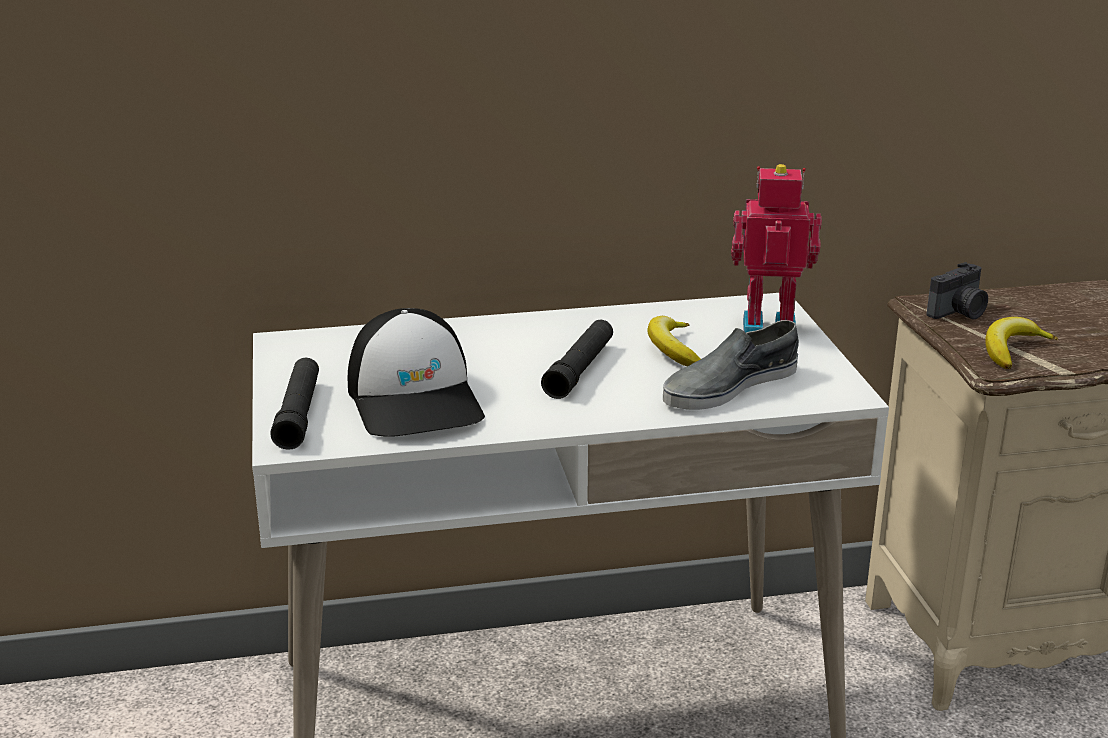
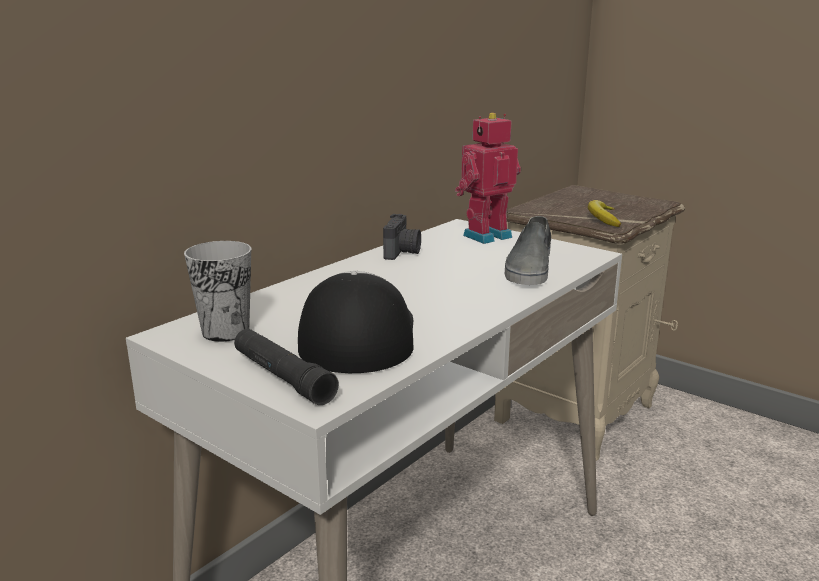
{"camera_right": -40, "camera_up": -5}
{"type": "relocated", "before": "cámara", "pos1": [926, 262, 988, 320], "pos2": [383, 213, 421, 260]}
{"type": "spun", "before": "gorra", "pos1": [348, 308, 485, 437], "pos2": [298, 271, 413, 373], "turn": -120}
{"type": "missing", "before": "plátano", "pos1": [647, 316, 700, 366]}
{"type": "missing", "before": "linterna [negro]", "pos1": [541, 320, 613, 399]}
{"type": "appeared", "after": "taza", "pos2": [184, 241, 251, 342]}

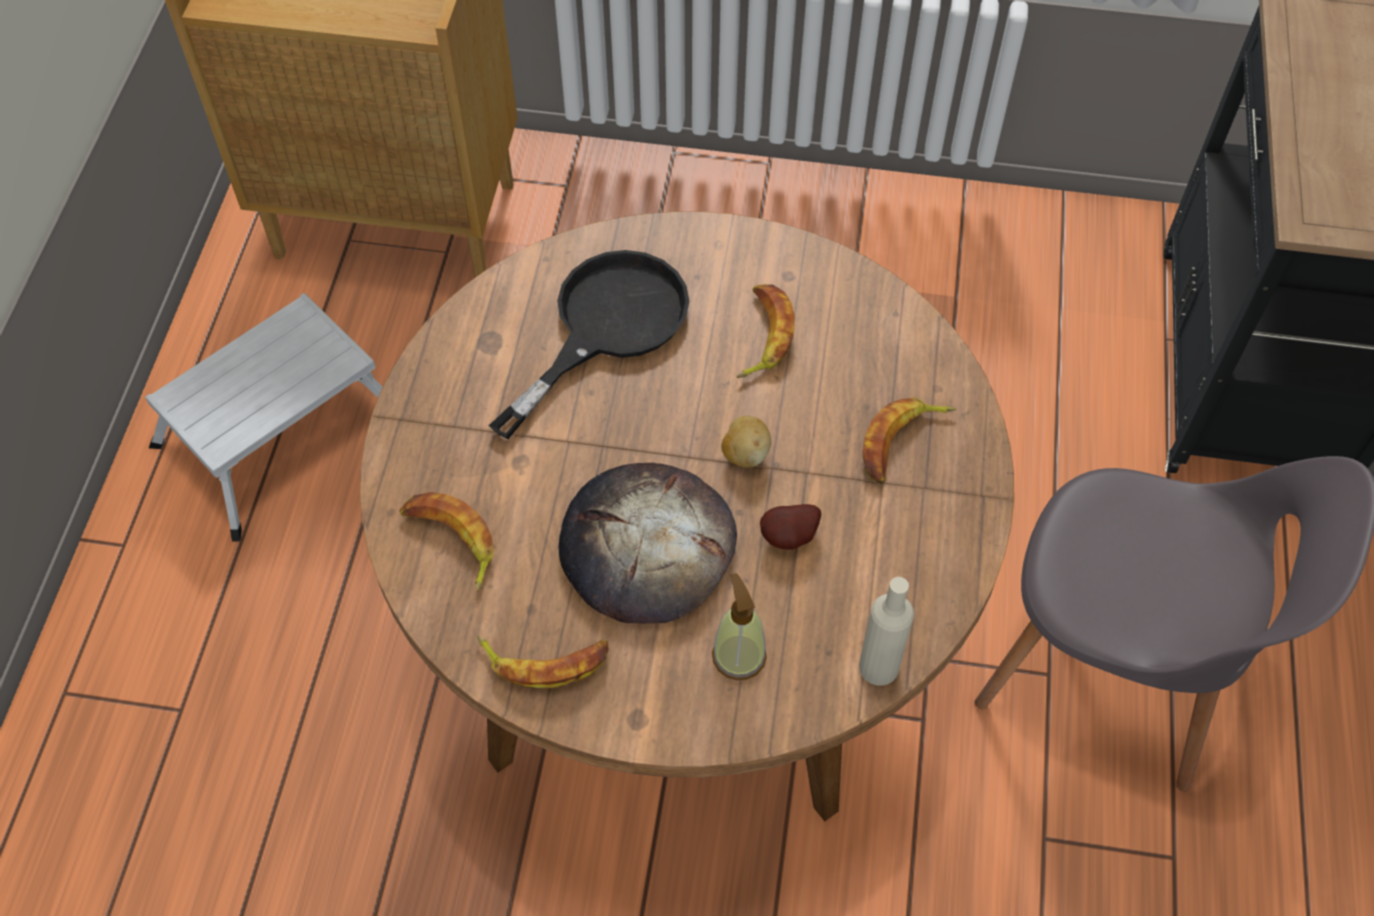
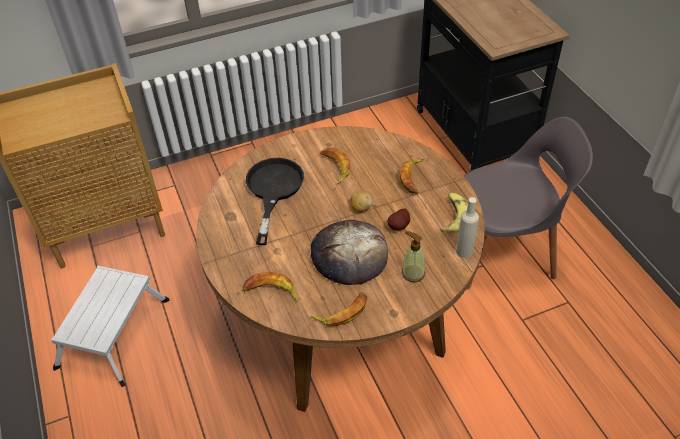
{"camera_right": -30, "camera_up": -10}
{"type": "appeared", "after": "plátano", "pos2": [440, 193, 468, 232]}

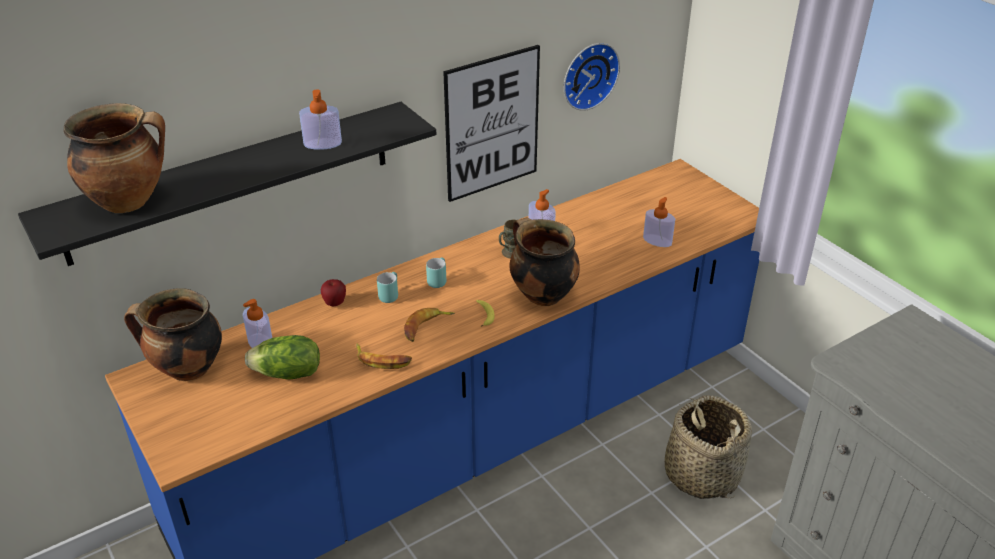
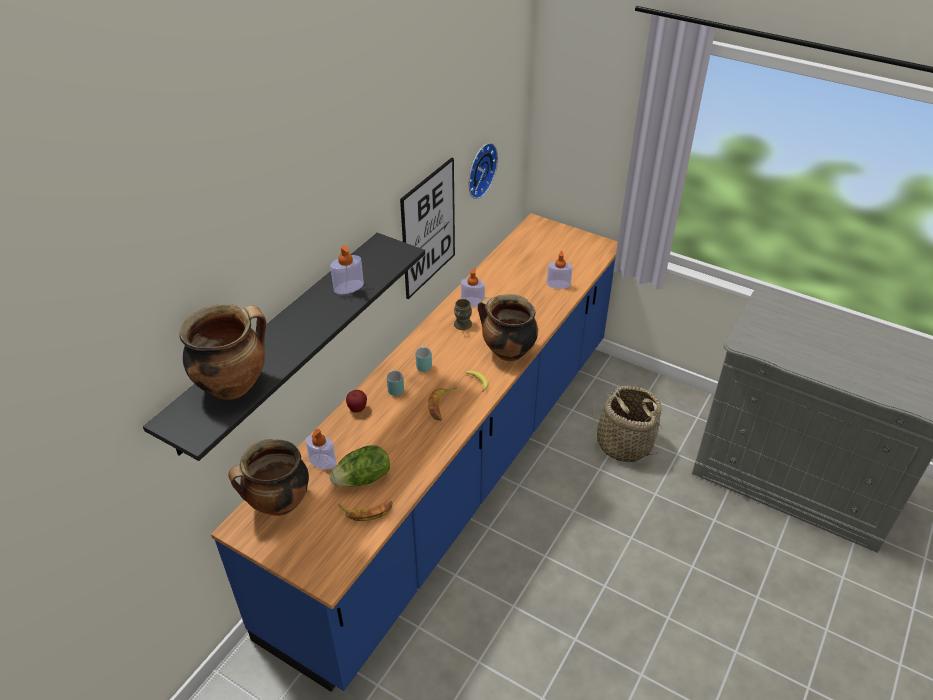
{"camera_right": -25, "camera_up": 5}
{"type": "relocated", "before": "plátano", "pos1": [356, 343, 412, 369], "pos2": [338, 500, 393, 521]}

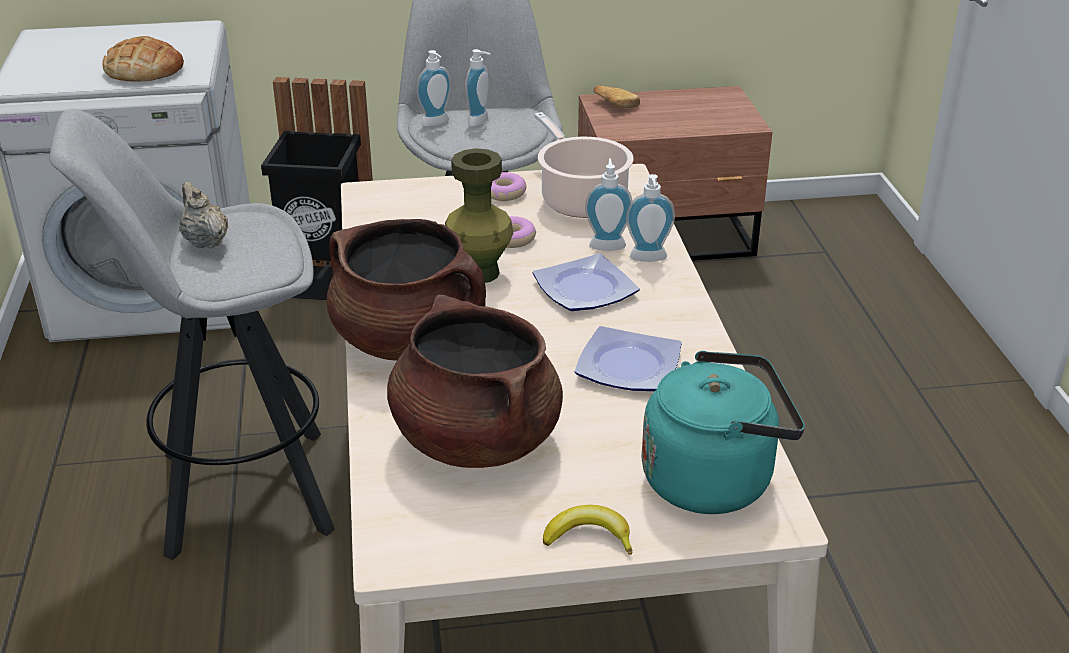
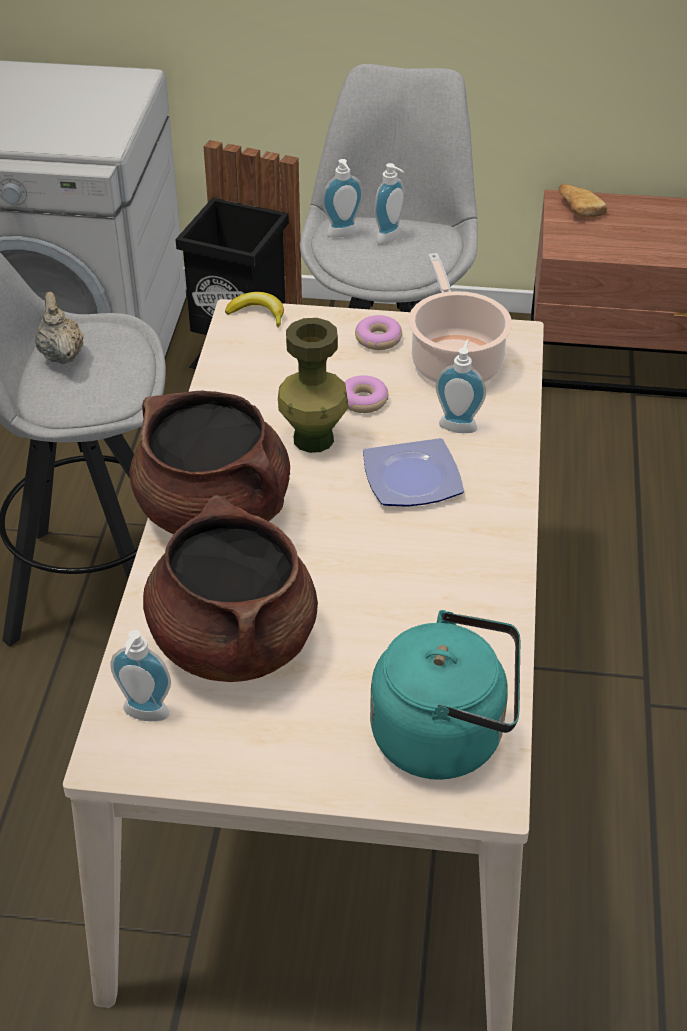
{"camera_right": 15, "camera_up": 10}
{"type": "missing", "before": "pan", "pos1": [102, 36, 184, 82]}
{"type": "relocated", "before": "dispensador de jabón", "pos1": [626, 174, 675, 262], "pos2": [110, 630, 171, 721]}
{"type": "missing", "before": "plato", "pos1": [575, 326, 682, 391]}
{"type": "relocated", "before": "plátano", "pos1": [543, 505, 632, 555], "pos2": [225, 292, 284, 328]}

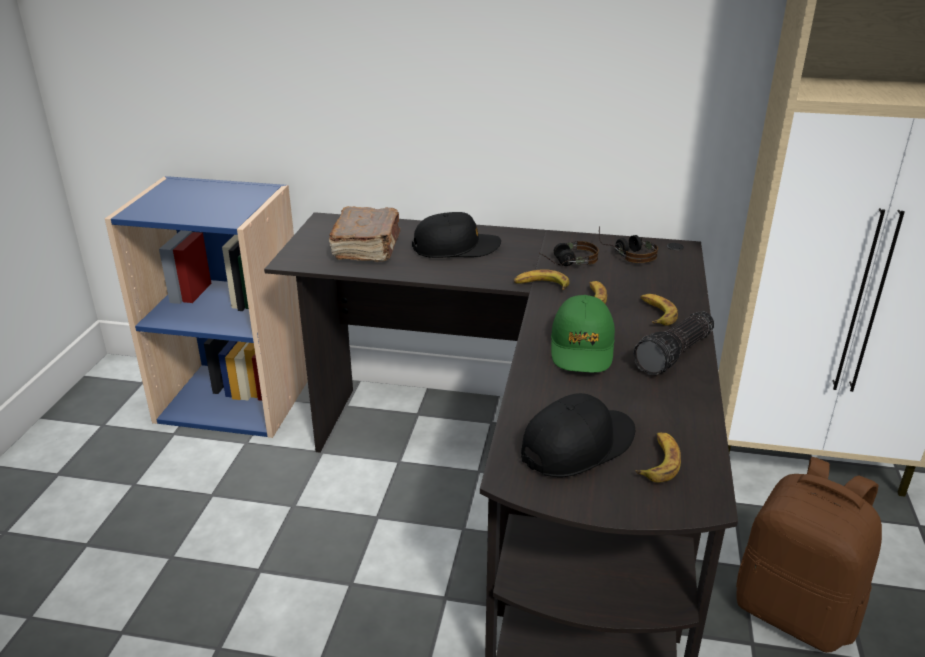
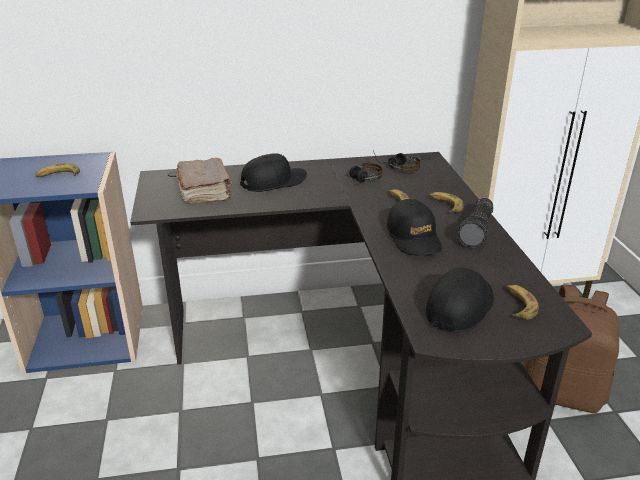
{"camera_right": -20, "camera_up": 0}
{"type": "relocated", "before": "plátano", "pos1": [514, 269, 570, 290], "pos2": [35, 163, 80, 177]}
{"type": "colour", "before": "gorra [verde]", "after": "gorra [negro]", "pos1": [551, 295, 615, 372], "pos2": [387, 199, 442, 255]}

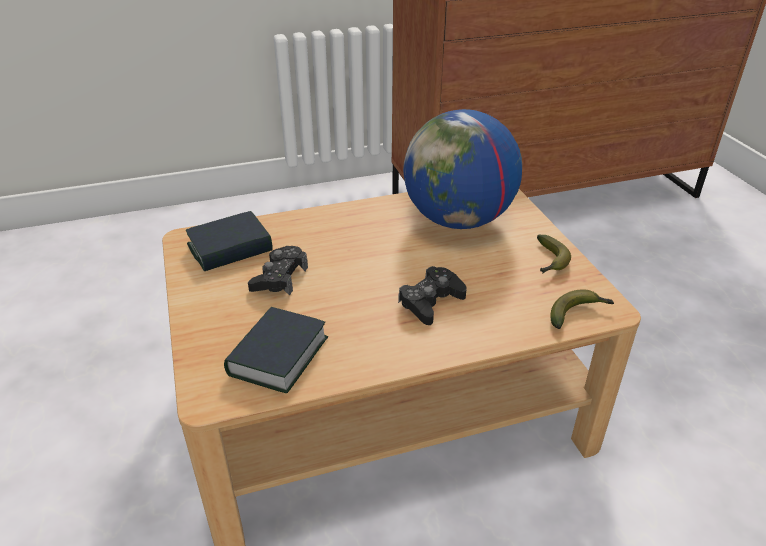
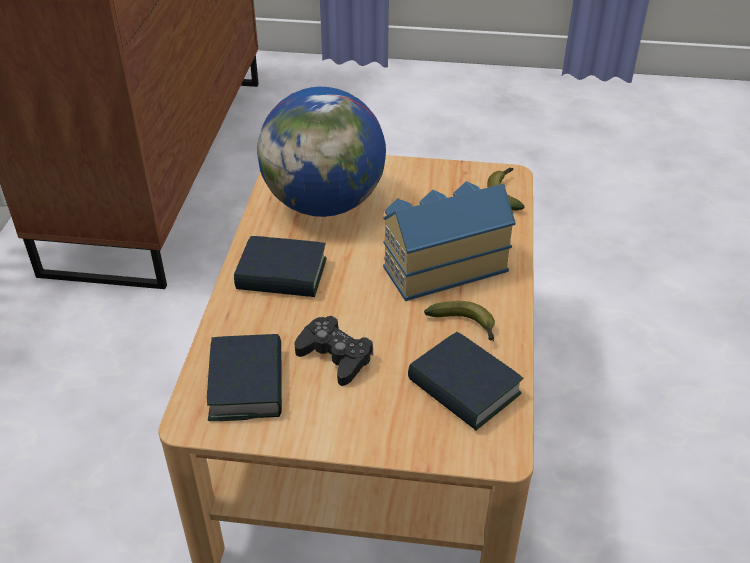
{"camera_right": -65, "camera_up": 5}
{"type": "relocated", "before": "plátano", "pos1": [537, 235, 571, 273], "pos2": [424, 301, 495, 341]}
{"type": "exchanged", "before": "mando de consola [negro]", "after": "casita", "pos1": [398, 266, 466, 325], "pos2": [383, 181, 516, 301]}
{"type": "appeared", "after": "libro", "pos2": [234, 236, 327, 297]}

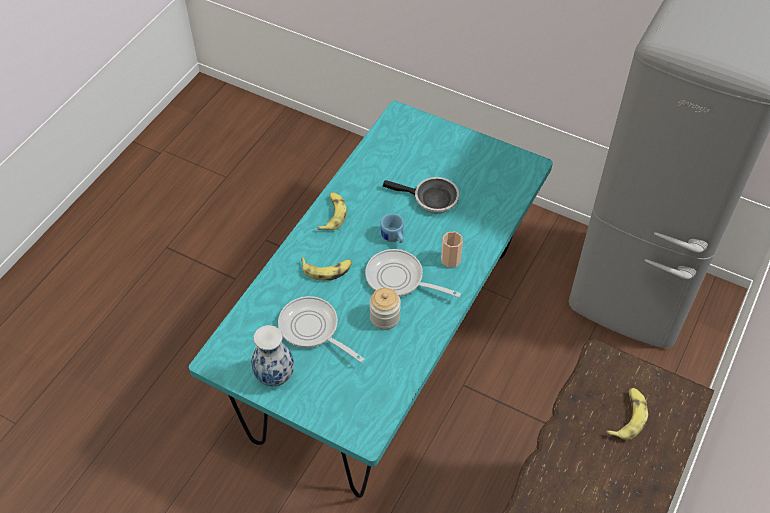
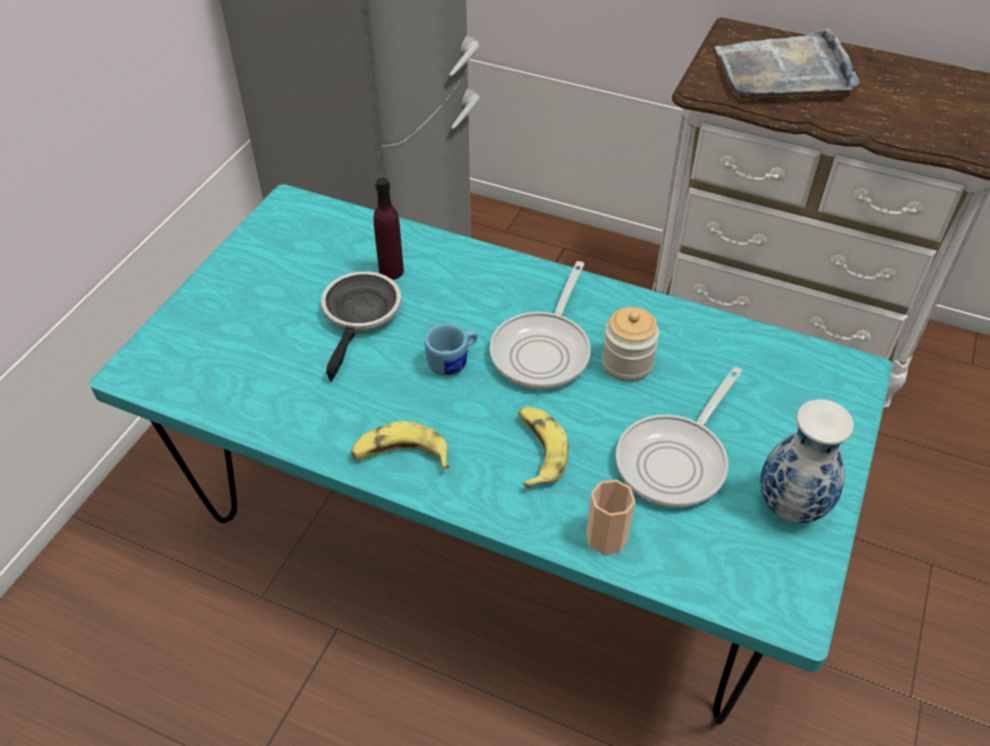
{"camera_right": -95, "camera_up": -5}
{"type": "relocated", "before": "taza", "pos1": [441, 232, 463, 268], "pos2": [586, 480, 635, 555]}
{"type": "exchanged", "before": "plátano", "after": "bandeja [gris]", "pos1": [606, 388, 648, 440], "pos2": [715, 28, 860, 99]}
{"type": "appeared", "after": "botella [morado]", "pos2": [373, 178, 404, 280]}

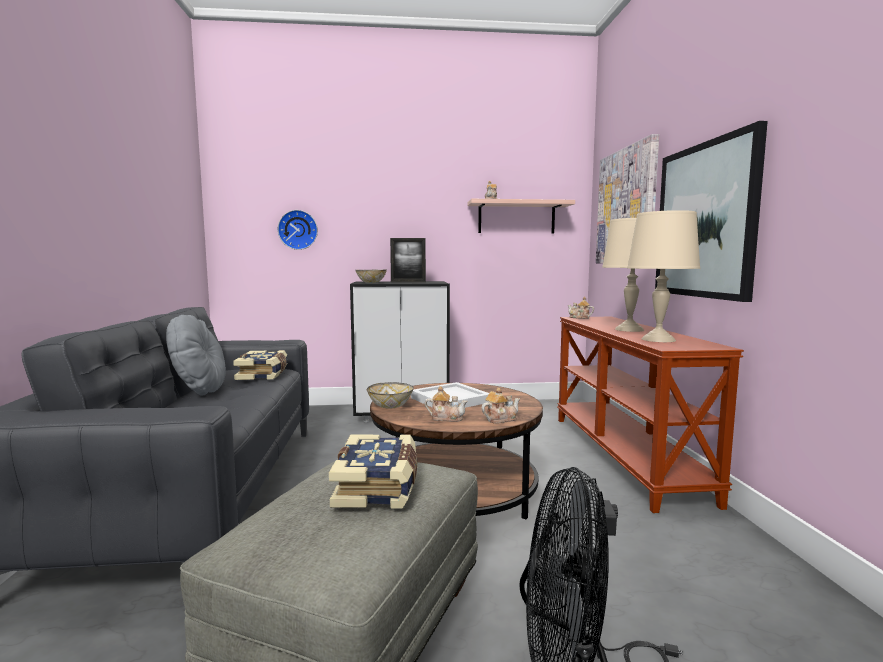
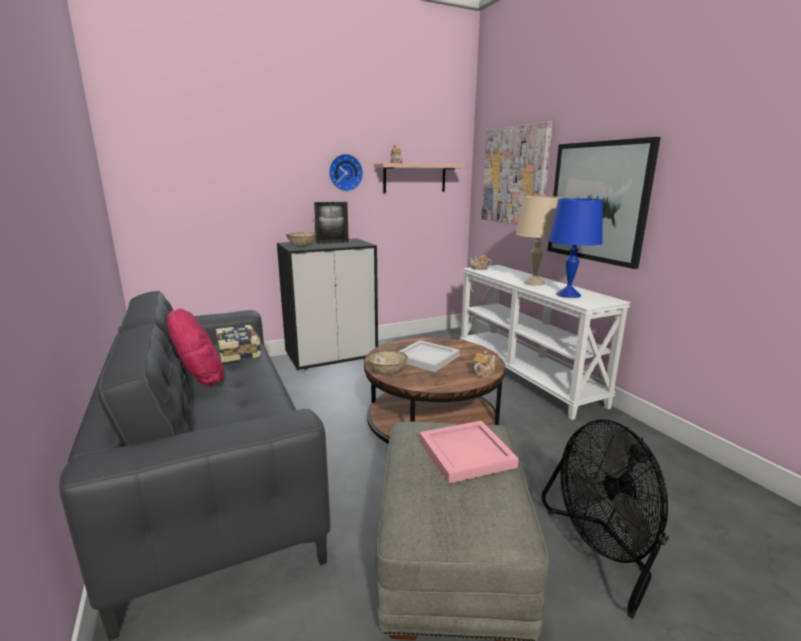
{"camera_right": -20, "camera_up": 10}
{"type": "relocated", "before": "reloj de pared", "pos1": [278, 210, 318, 250], "pos2": [329, 154, 363, 192]}
{"type": "colour", "before": "lámpara de mesa [beis]", "after": "lámpara de mesa [azul]", "pos1": [627, 210, 701, 342], "pos2": [548, 198, 603, 298]}
{"type": "colour", "before": "cojín [gris]", "after": "cojín [rosa]", "pos1": [166, 315, 226, 396], "pos2": [167, 309, 224, 386]}
{"type": "colour", "before": "mesa consola [marrón]", "after": "mesa consola [blanco]", "pos1": [557, 317, 744, 513], "pos2": [460, 265, 631, 420]}
{"type": "missing", "before": "tetera", "pos1": [425, 386, 468, 422]}
{"type": "exchanged", "before": "libro", "after": "bandeja [rosa]", "pos1": [329, 434, 418, 509], "pos2": [419, 421, 519, 483]}

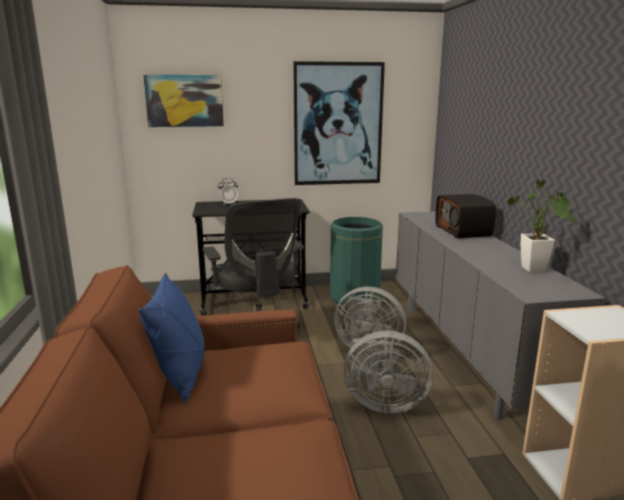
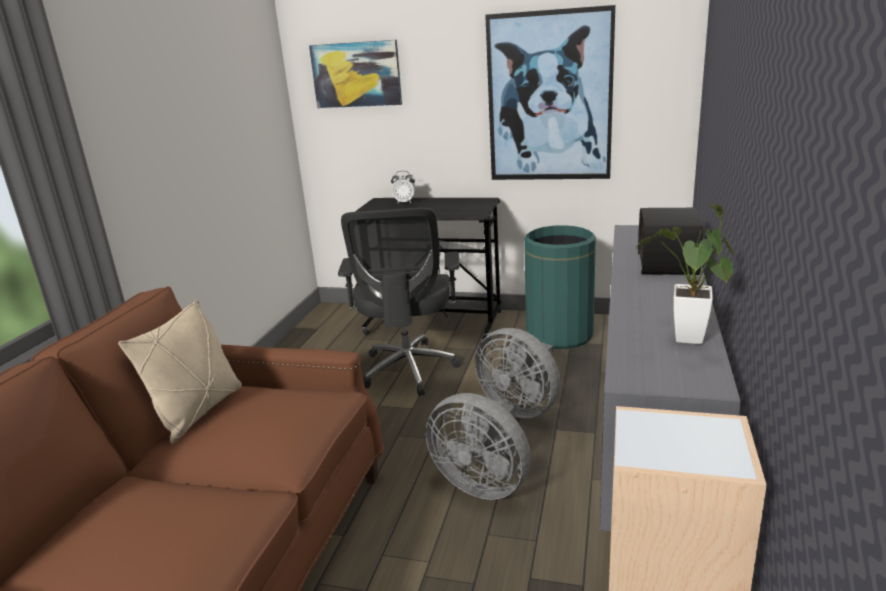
{"camera_right": 25, "camera_up": 5}
{"type": "colour", "before": "cojín [azul]", "after": "cojín [beis]", "pos1": [139, 273, 205, 403], "pos2": [118, 299, 242, 444]}

